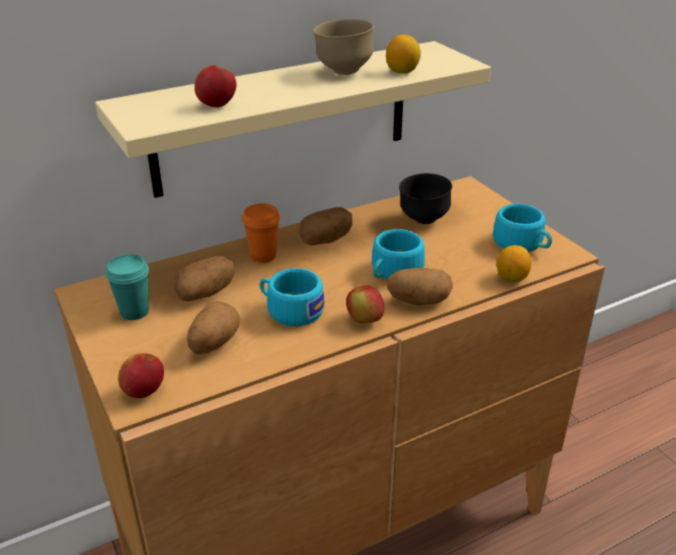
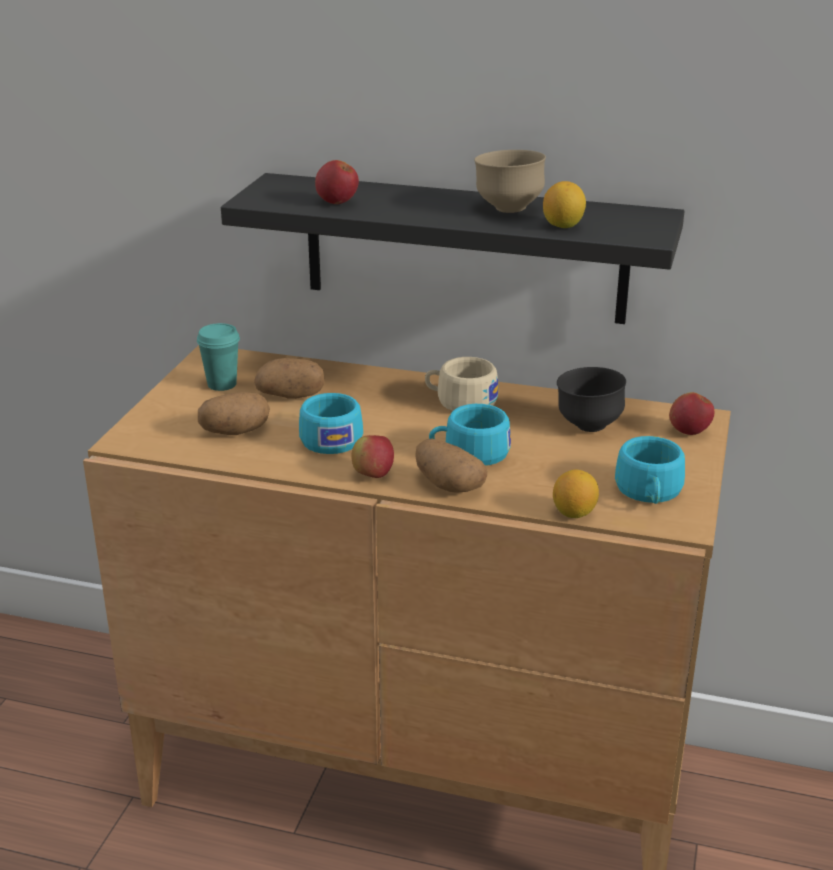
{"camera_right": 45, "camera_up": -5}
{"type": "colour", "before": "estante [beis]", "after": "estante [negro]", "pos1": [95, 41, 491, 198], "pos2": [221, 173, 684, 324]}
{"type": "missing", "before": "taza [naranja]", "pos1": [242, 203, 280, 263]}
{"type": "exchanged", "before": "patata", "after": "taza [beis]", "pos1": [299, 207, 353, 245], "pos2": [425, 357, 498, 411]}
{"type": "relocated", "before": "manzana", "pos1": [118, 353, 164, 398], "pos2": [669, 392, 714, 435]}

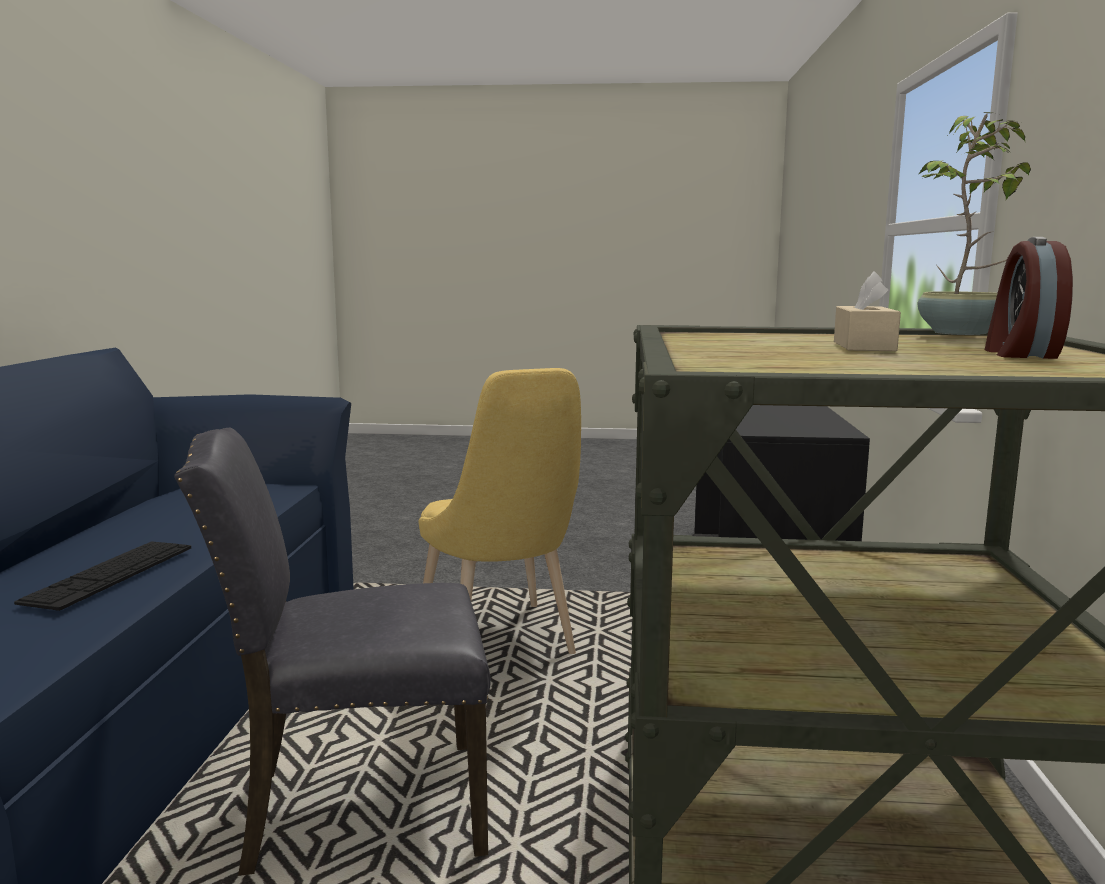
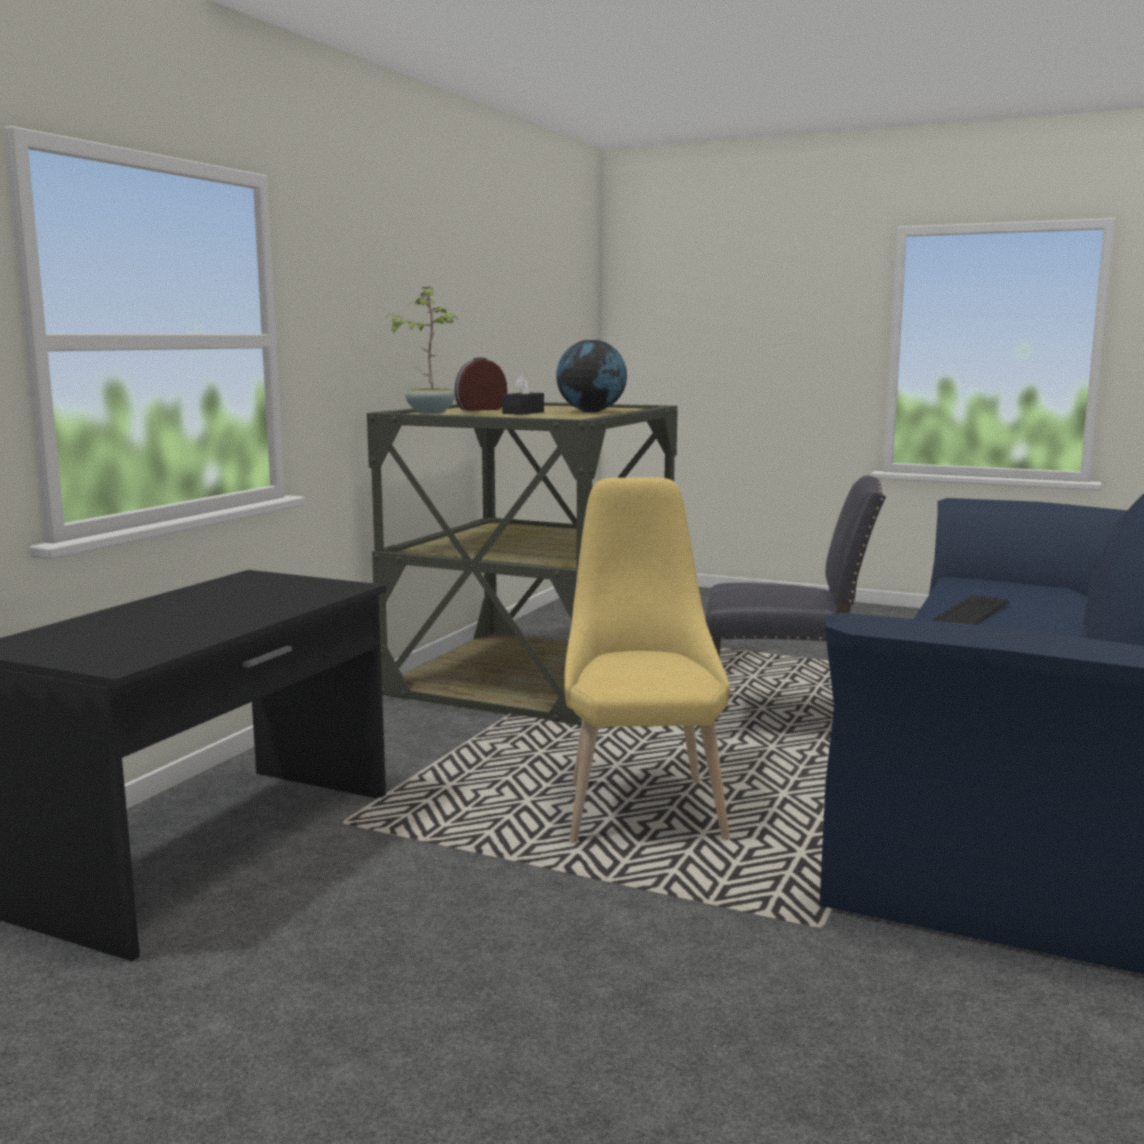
{"camera_right": -160, "camera_up": 0}
{"type": "spun", "before": "despertador", "pos1": [985, 237, 1073, 359], "pos2": [455, 357, 507, 411], "turn": -150}
{"type": "colour", "before": "caja de pañuelos [beis]", "after": "caja de pañuelos [negro]", "pos1": [834, 271, 901, 351], "pos2": [502, 375, 544, 415]}
{"type": "appeared", "after": "globo terráqueo", "pos2": [556, 340, 627, 412]}

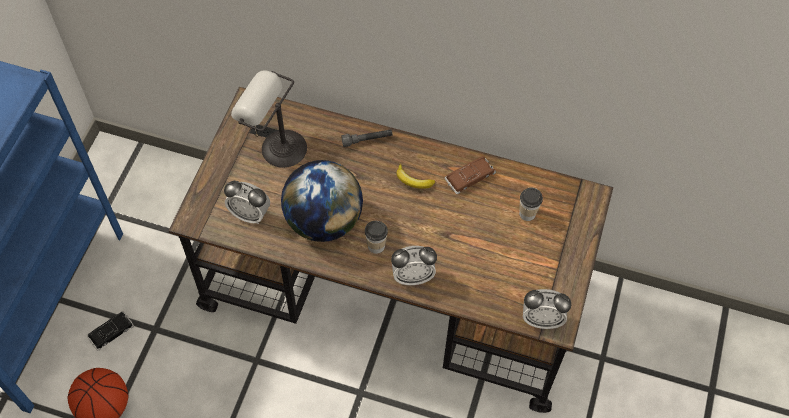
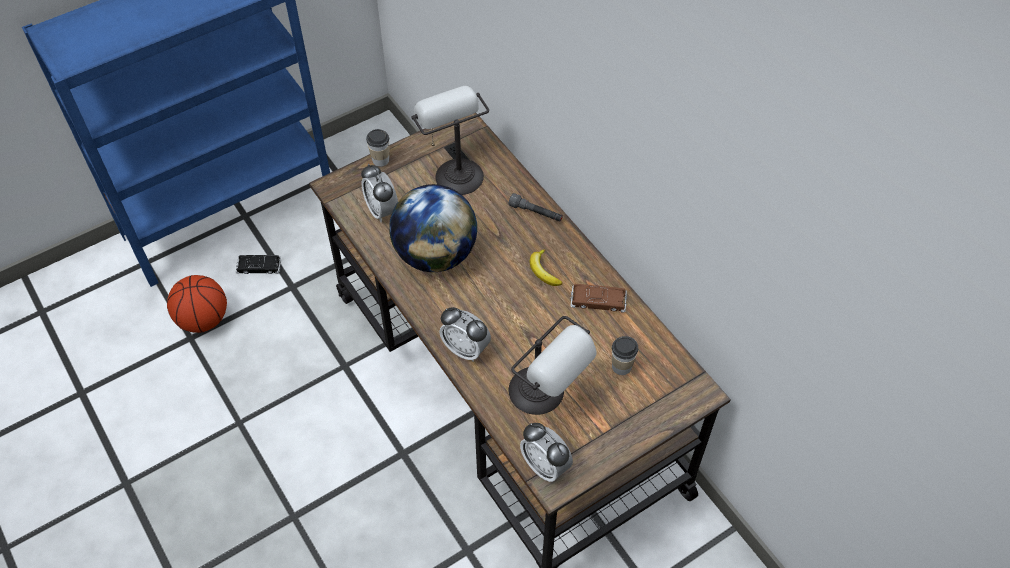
{"camera_right": 40, "camera_up": -5}
{"type": "relocated", "before": "taza", "pos1": [365, 221, 388, 254], "pos2": [366, 129, 389, 167]}
{"type": "appeared", "after": "lámpara de mesa", "pos2": [509, 316, 597, 415]}

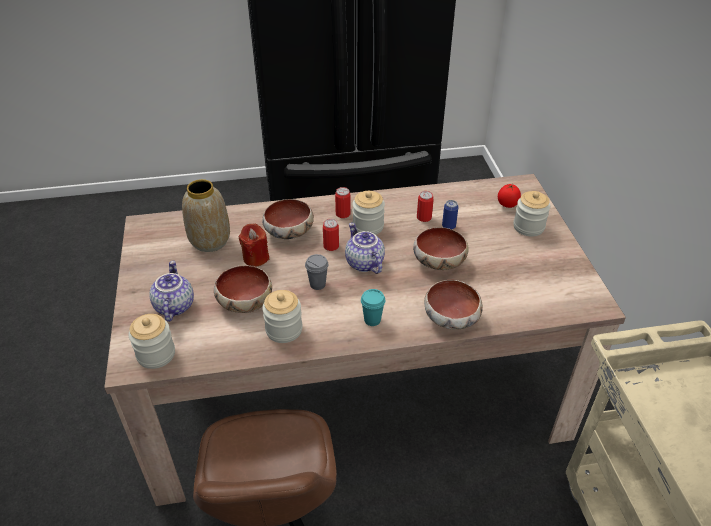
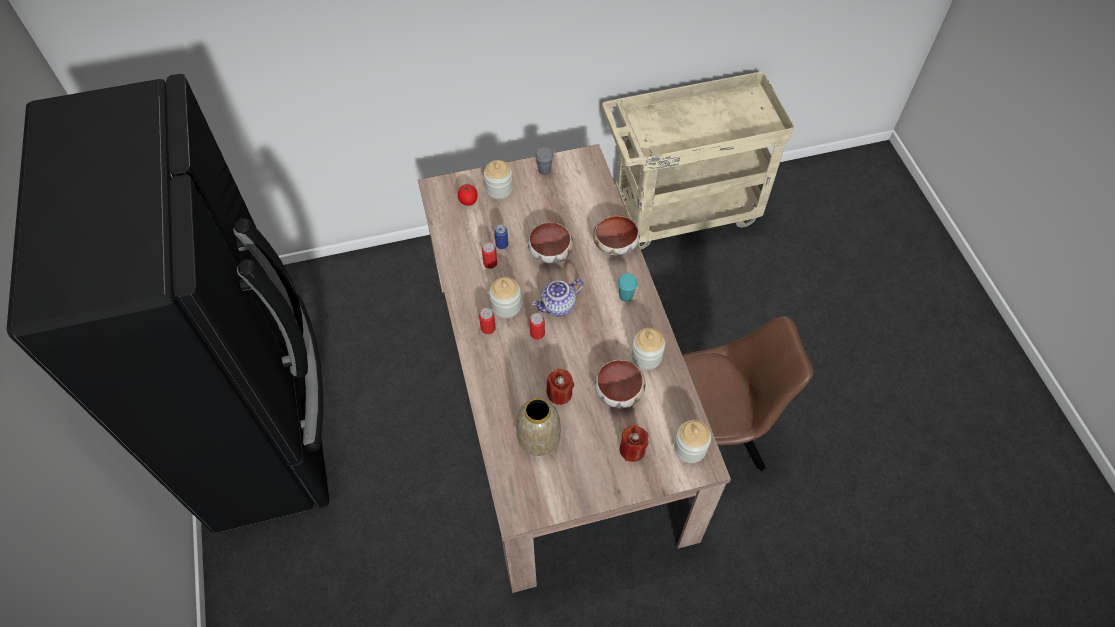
{"camera_right": -95, "camera_up": 15}
{"type": "missing", "before": "cuenco", "pos1": [262, 199, 314, 239]}
{"type": "relocated", "before": "taza [gris]", "pos1": [305, 254, 329, 290], "pos2": [535, 147, 554, 175]}
{"type": "exchanged", "before": "tetera", "after": "vela [rojo]", "pos1": [149, 261, 194, 322], "pos2": [620, 425, 649, 462]}

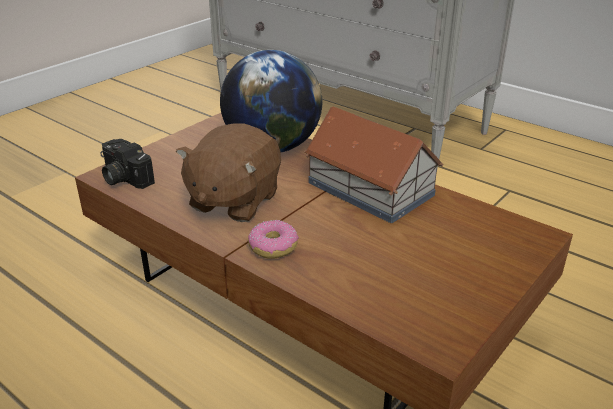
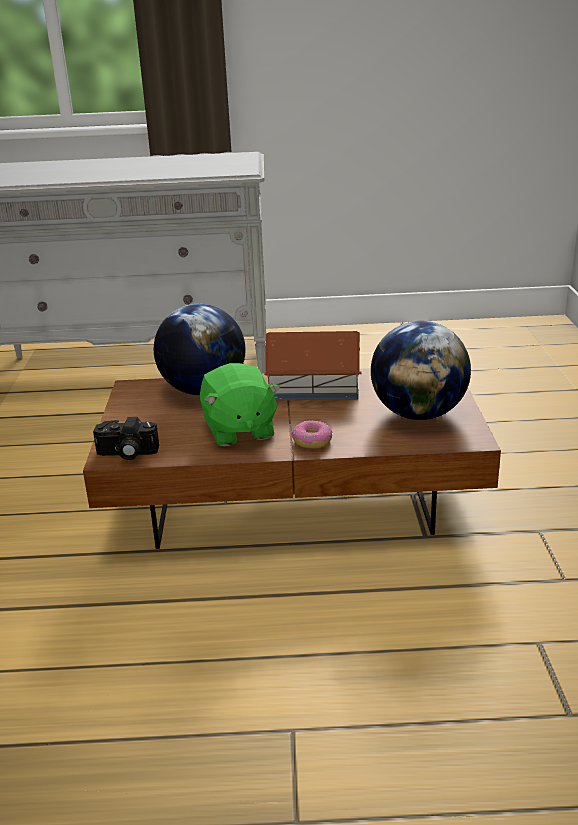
{"camera_right": -40, "camera_up": -5}
{"type": "colour", "before": "peluche [marrón]", "after": "peluche [verde]", "pos1": [176, 123, 281, 222], "pos2": [200, 363, 280, 447]}
{"type": "appeared", "after": "globo terráqueo", "pos2": [371, 321, 471, 420]}

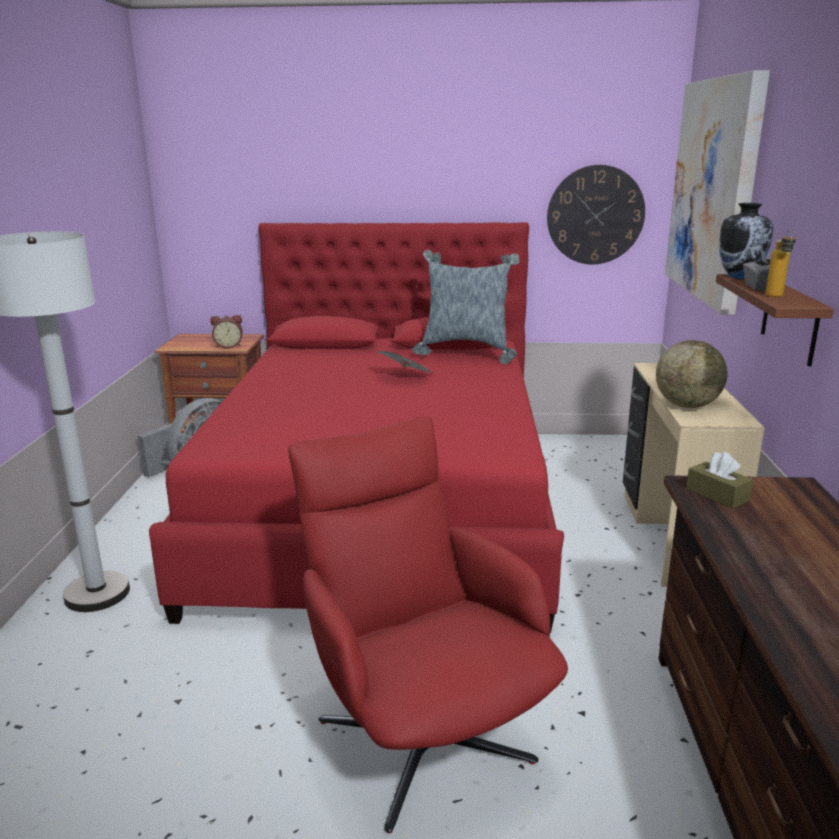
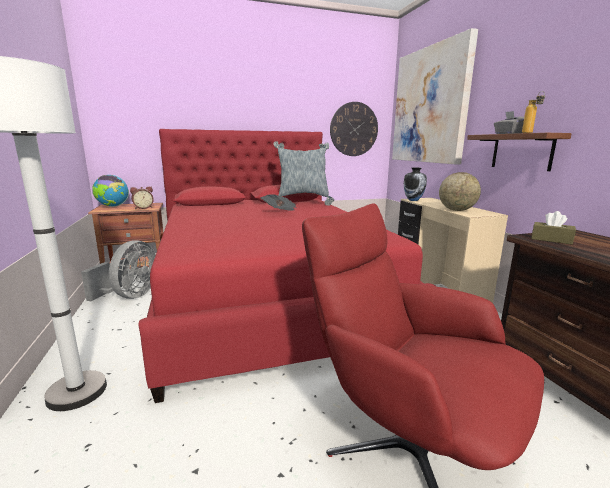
{"camera_right": -20, "camera_up": -5}
{"type": "relocated", "before": "florero", "pos1": [719, 203, 773, 279], "pos2": [404, 167, 427, 201]}
{"type": "appeared", "after": "globo terráqueo", "pos2": [92, 175, 129, 207]}

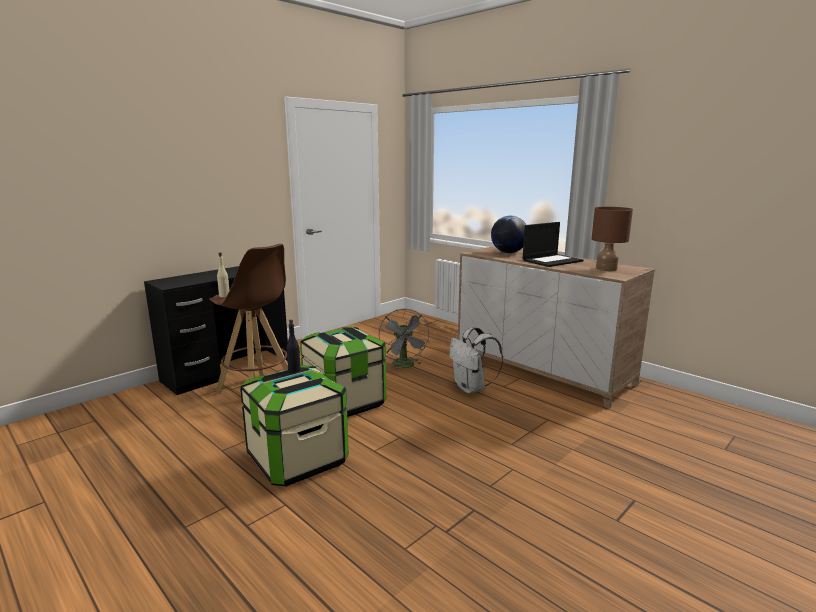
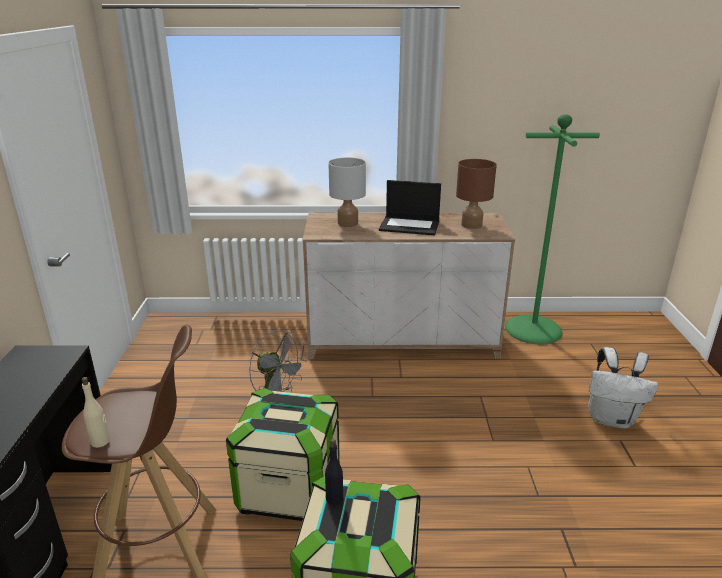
{"camera_right": -45, "camera_up": 10}
{"type": "exchanged", "before": "globo terráqueo", "after": "lámpara de mesa [gris]", "pos1": [491, 216, 526, 253], "pos2": [328, 157, 366, 227]}
{"type": "spun", "before": "portátil", "pos1": [523, 222, 584, 267], "pos2": [379, 180, 441, 235], "turn": 90}
{"type": "relocated", "before": "mochila [blanco]", "pos1": [449, 327, 503, 394], "pos2": [588, 347, 658, 428]}
{"type": "appeared", "after": "perchero [verde]", "pos2": [505, 114, 600, 345]}

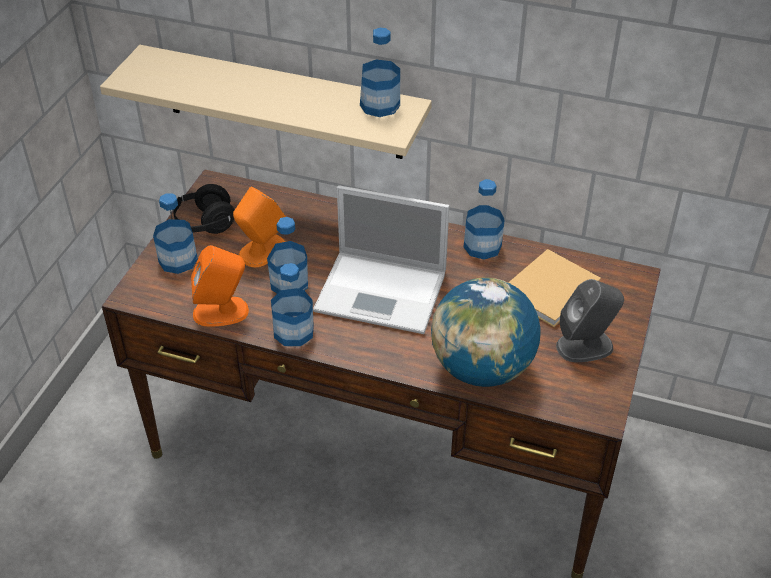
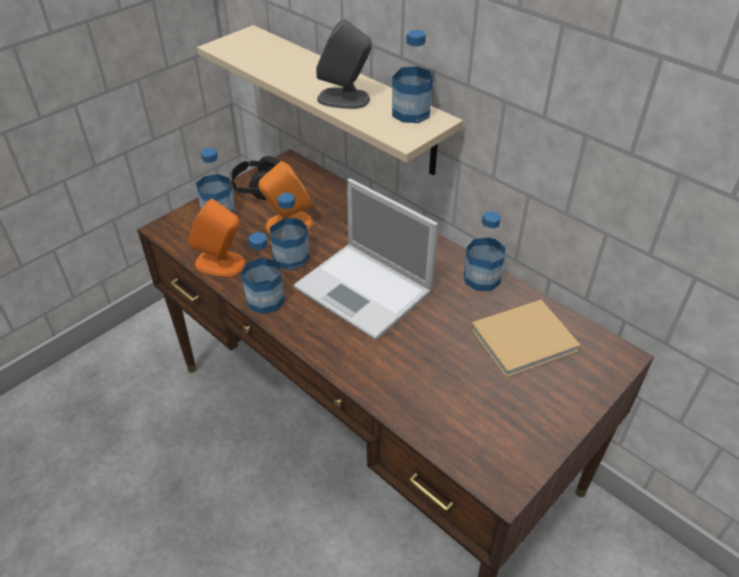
{"camera_right": 25, "camera_up": 0}
{"type": "missing", "before": "globo terráqueo", "pos1": [431, 278, 540, 387]}
{"type": "relocated", "before": "altavoz [gris]", "pos1": [556, 279, 624, 362], "pos2": [316, 18, 372, 109]}

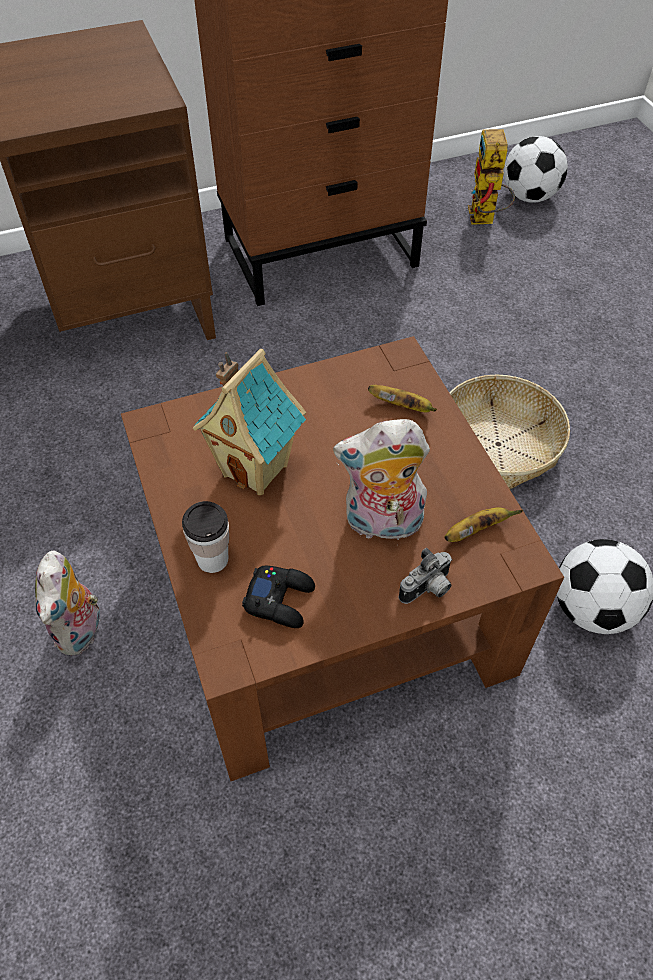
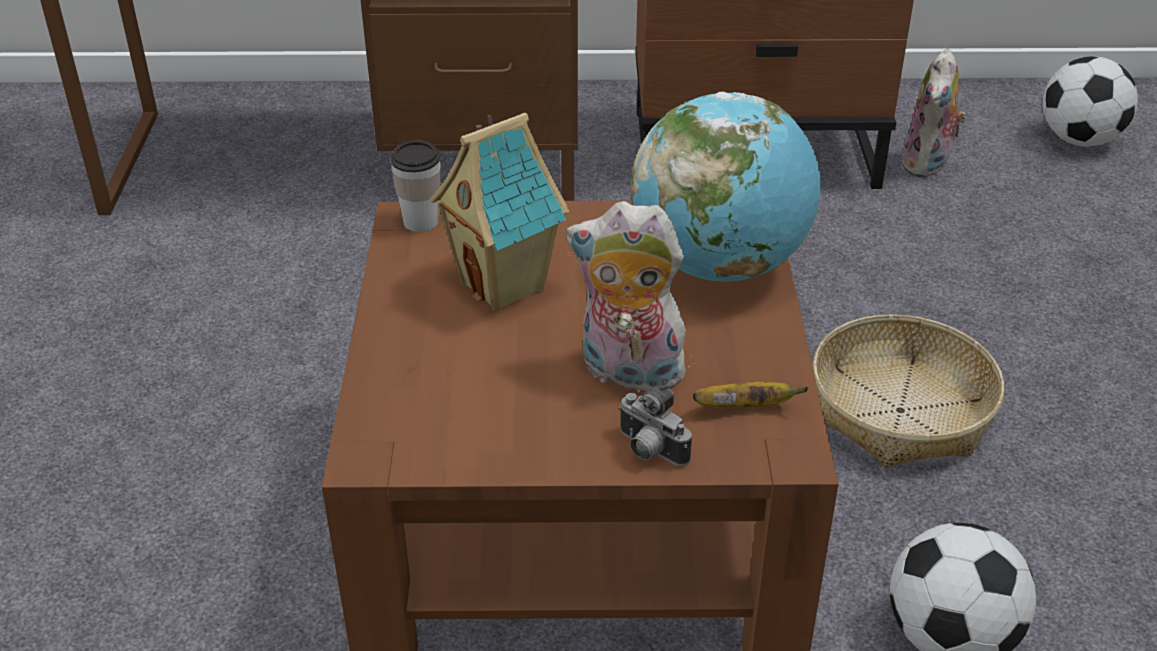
{"camera_right": 20, "camera_up": -15}
{"type": "missing", "before": "robot de juguete", "pos1": [468, 129, 515, 225]}
{"type": "exchanged", "before": "plátano", "after": "globo terráqueo", "pos1": [368, 385, 437, 412], "pos2": [631, 92, 821, 282]}
{"type": "relocated", "before": "taza", "pos1": [182, 501, 229, 573], "pos2": [390, 140, 441, 232]}
{"type": "spun", "before": "cámara", "pos1": [399, 548, 452, 604], "pos2": [619, 388, 692, 466], "turn": 60}
{"type": "relocated", "before": "peluche", "pos1": [35, 550, 100, 656], "pos2": [901, 48, 967, 178]}
{"type": "missing", "before": "mando de consola [negro]", "pos1": [242, 566, 315, 628]}

